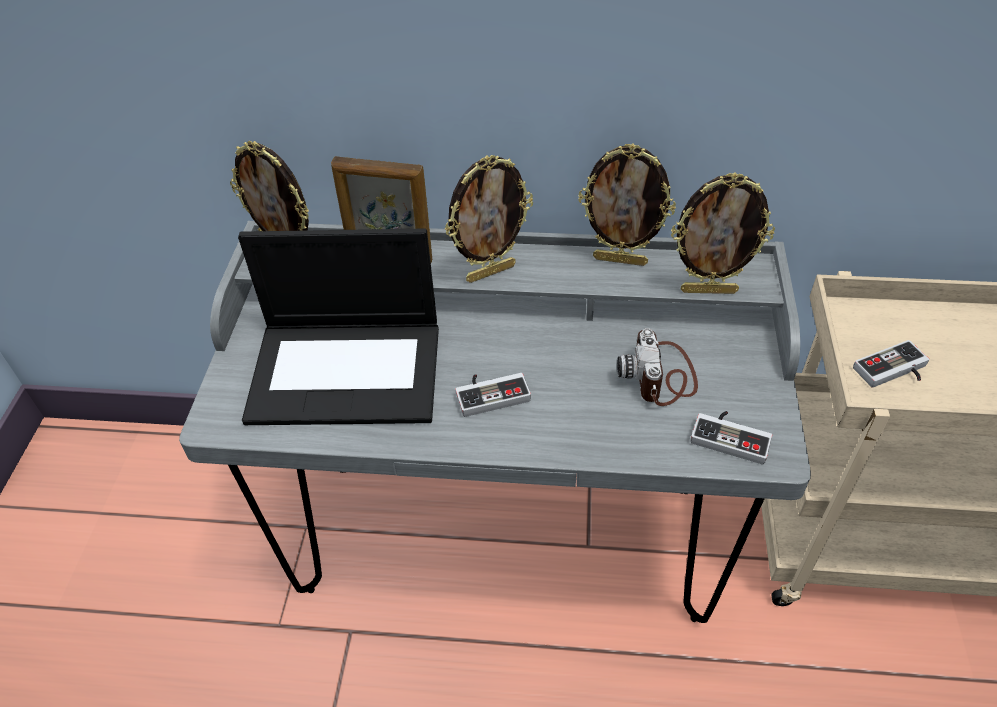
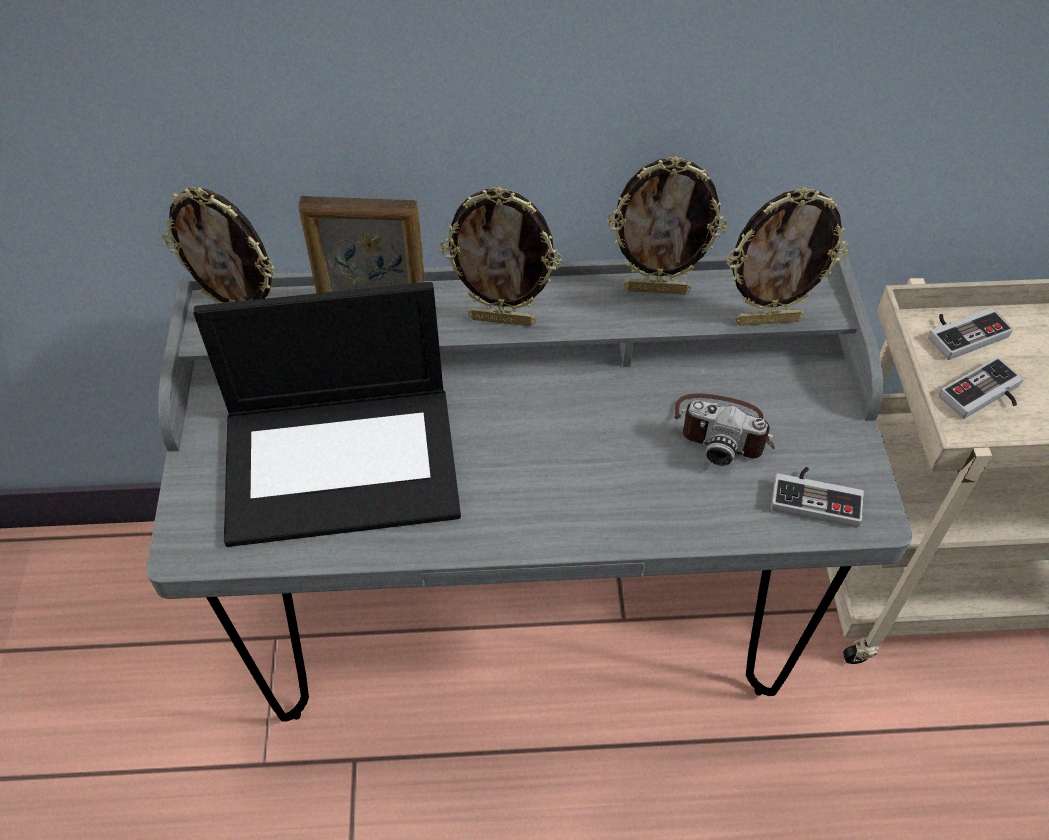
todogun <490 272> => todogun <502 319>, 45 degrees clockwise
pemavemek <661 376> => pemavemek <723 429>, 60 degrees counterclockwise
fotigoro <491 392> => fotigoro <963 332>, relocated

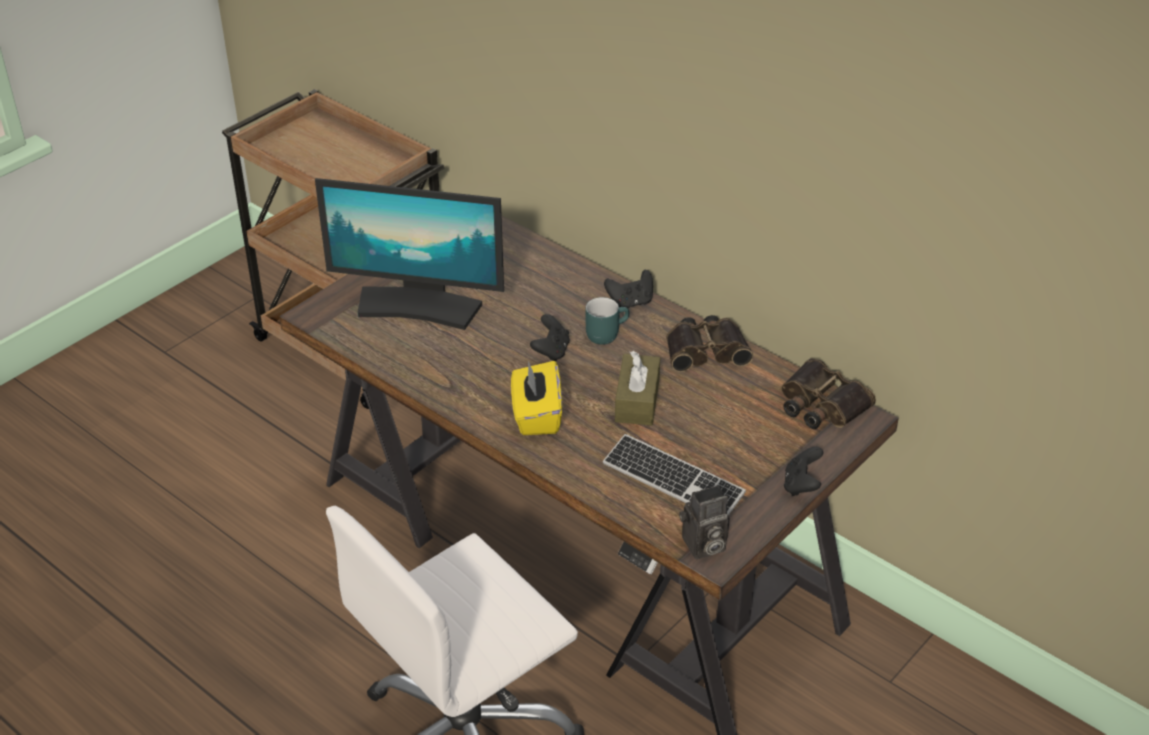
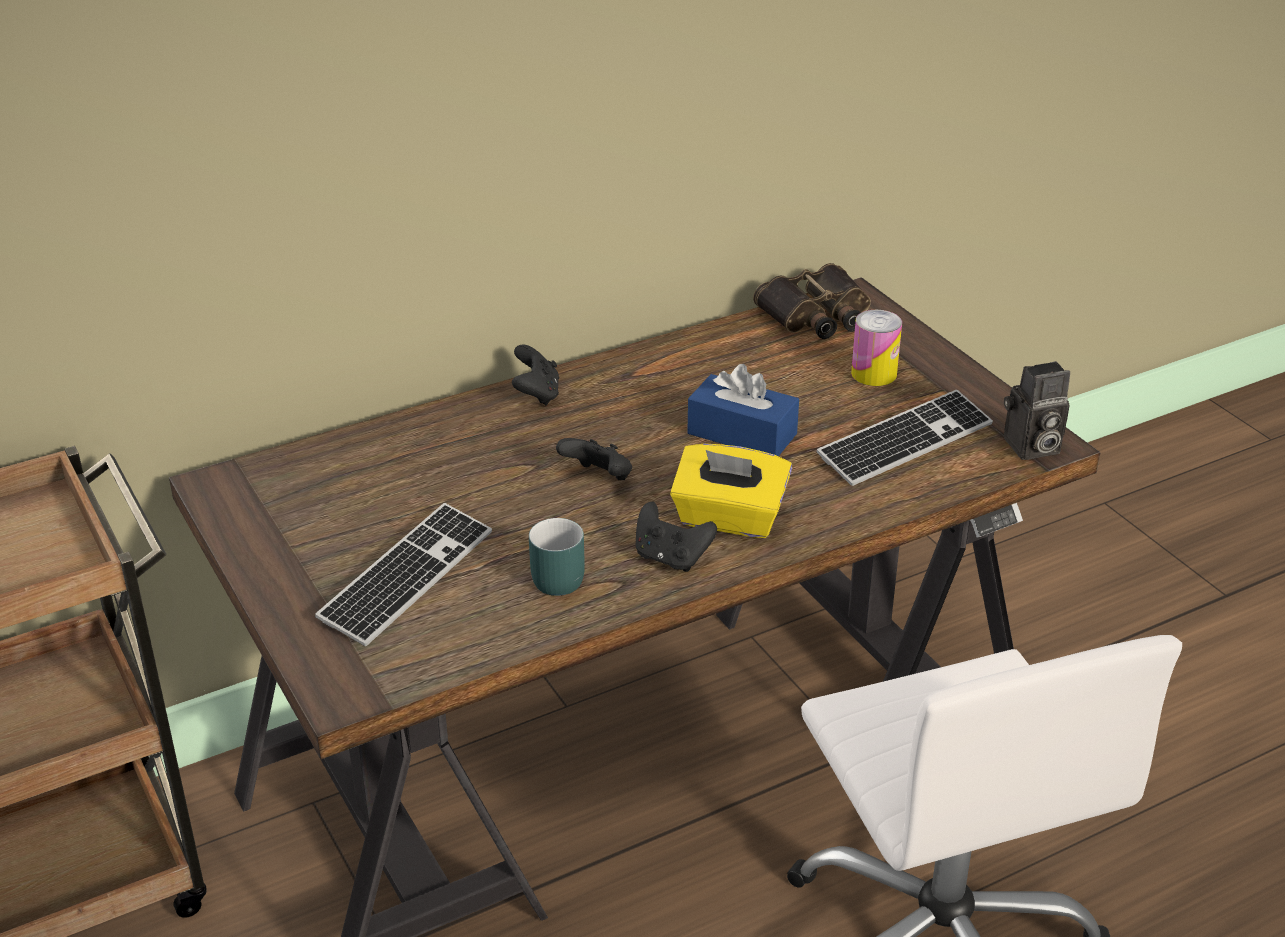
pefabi <418 306> => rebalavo <407 577>
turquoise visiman <605 333> => turquoise visiman <553 576>, relocated
black fotigoro <801 485> => black fotigoro <671 558>, relocated
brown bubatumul <637 400> => blue bubatumul <742 434>
nothing => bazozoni <874 373>
pemavemek <703 546> => pemavemek <1030 448>, 75 degrees clockwise
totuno <706 350> => nothing

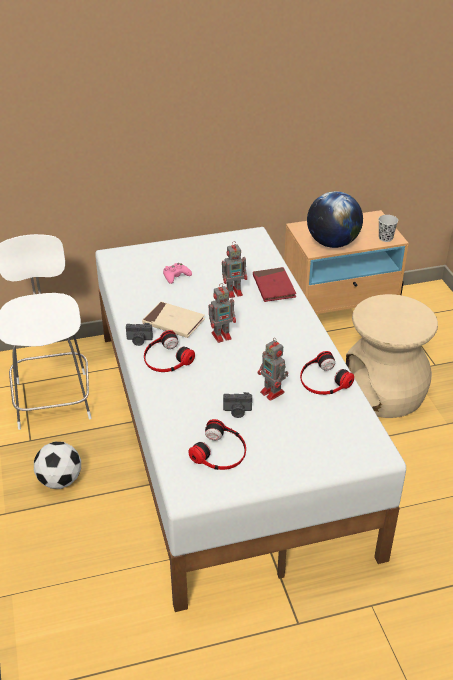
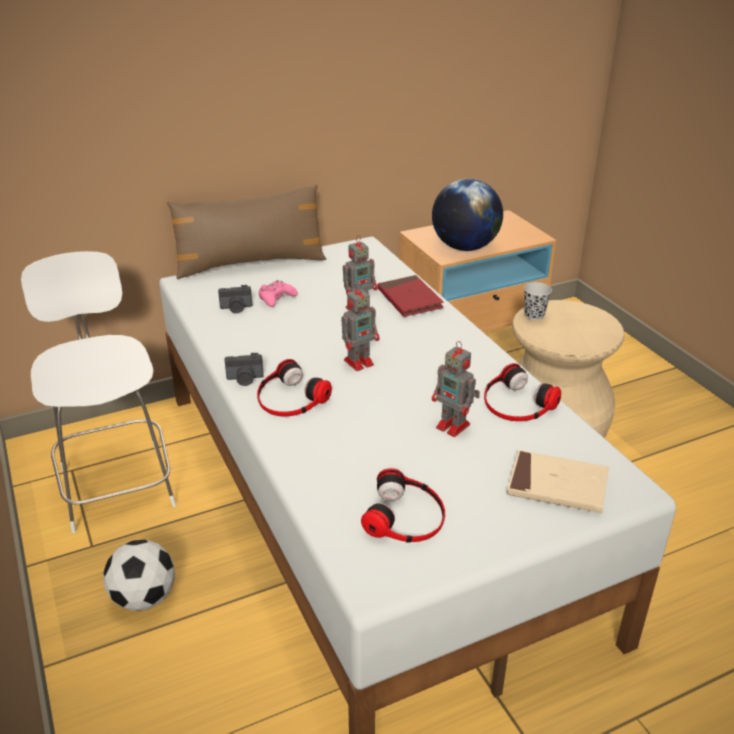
nothing => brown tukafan <250 263>
pemavemek <237 411> => pemavemek <236 308>, relocated
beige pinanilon <173 322> => beige pinanilon <557 485>, relocated
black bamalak <385 238> => black bamalak <534 315>, relocated

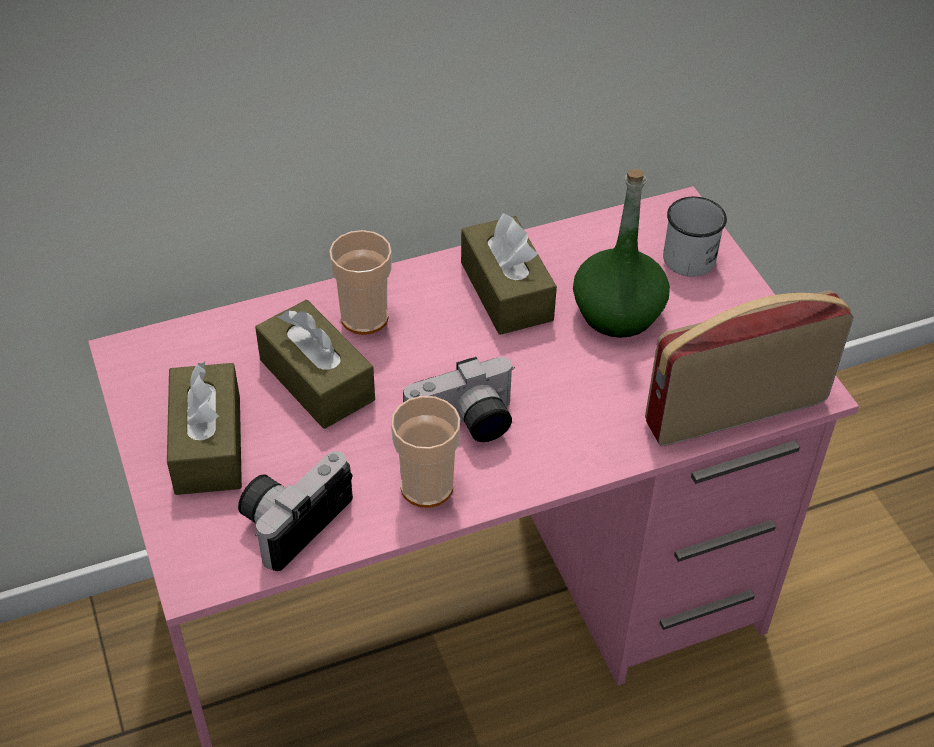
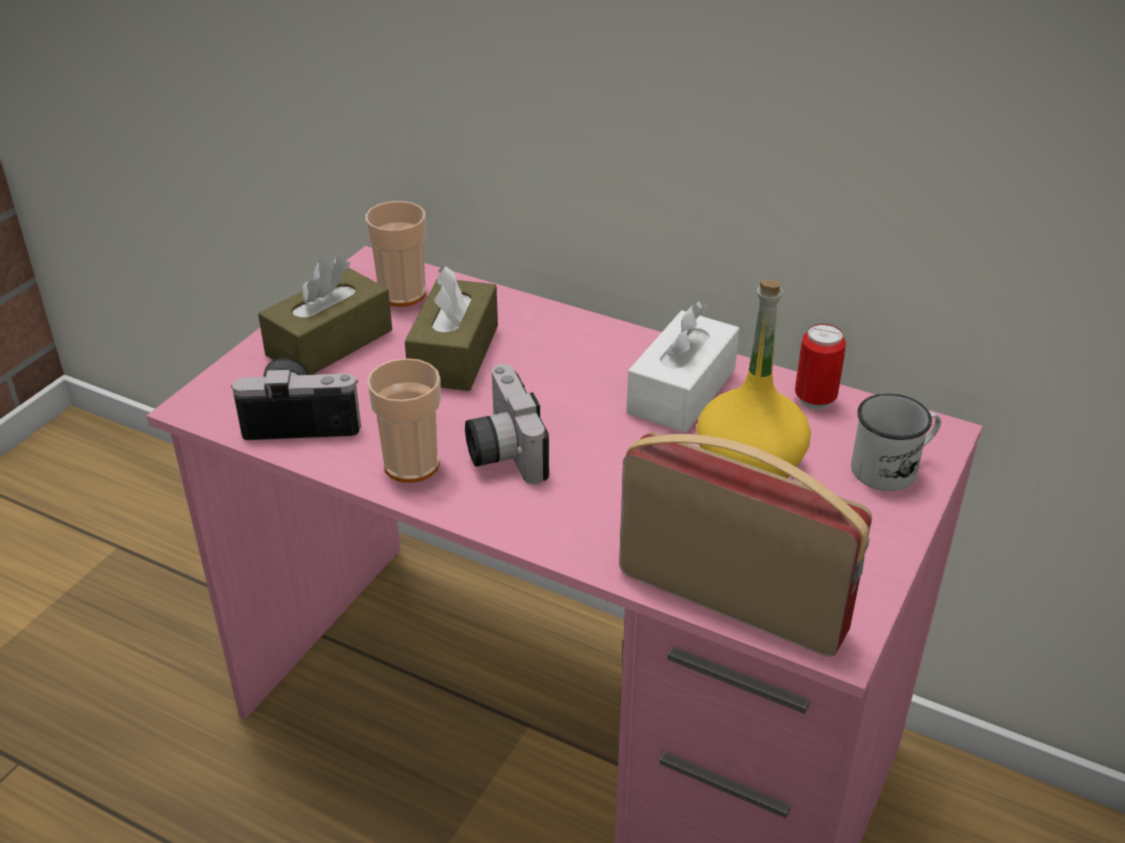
bamalak <364 317> => bamalak <402 294>, relocated
pemavemek <465 426> => pemavemek <501 450>, 45 degrees clockwise
brown bubatumul <506 291> => white bubatumul <681 391>
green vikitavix <617 312> => yellow vikitavix <749 463>
nothing => bazozoni <815 399>

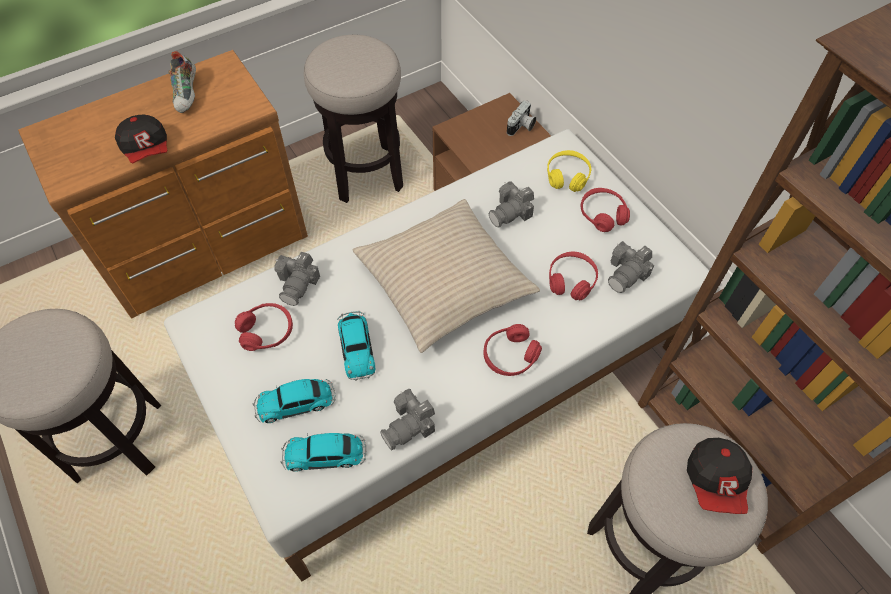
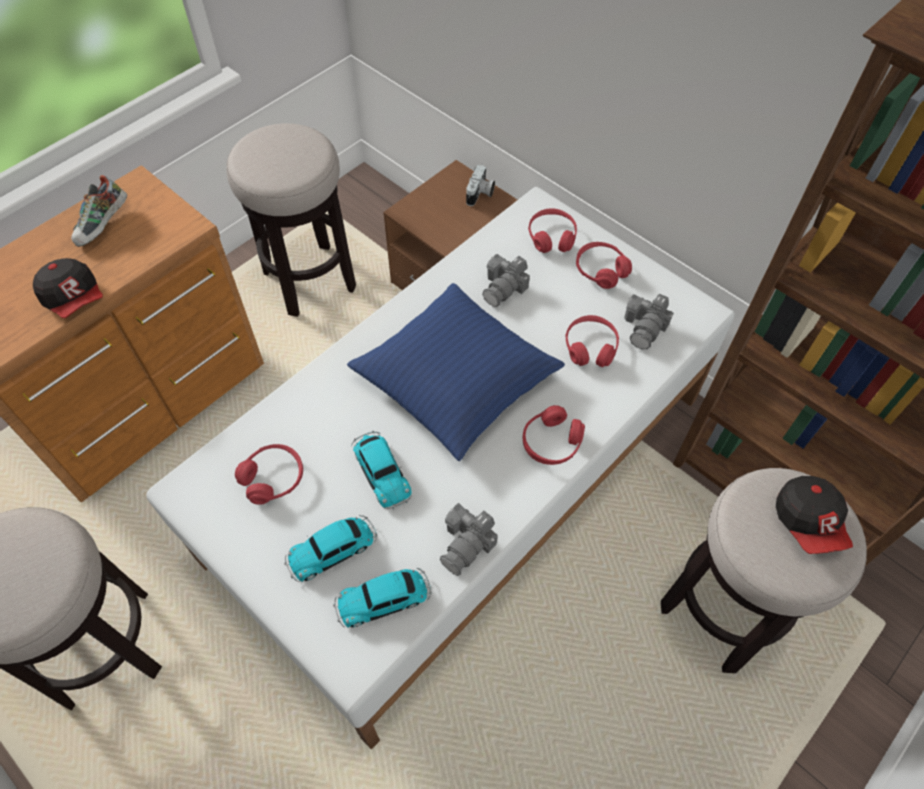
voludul <188 94> => voludul <104 226>, 45 degrees clockwise
beige tukafan <444 282> => blue tukafan <455 378>
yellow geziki <567 176> => red geziki <551 237>
pemavemek <298 283> => nothing

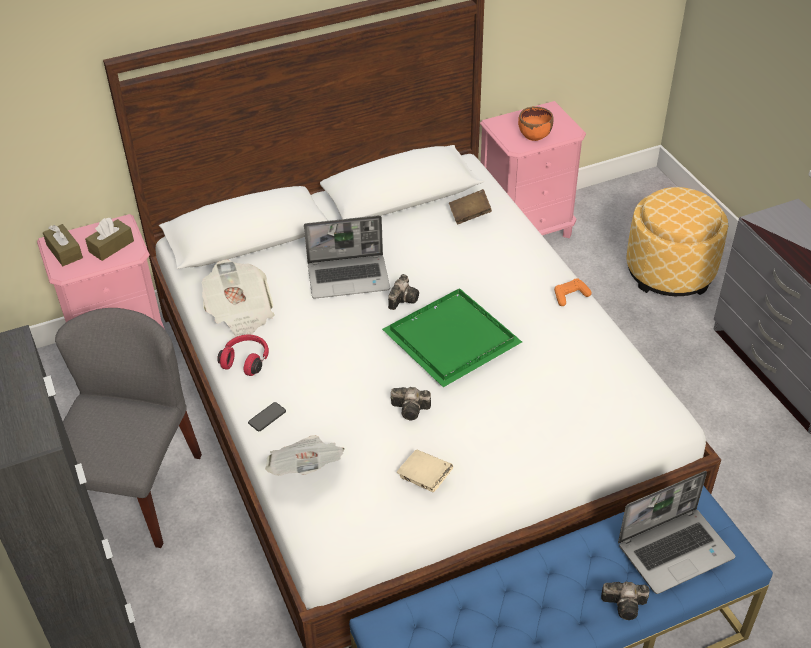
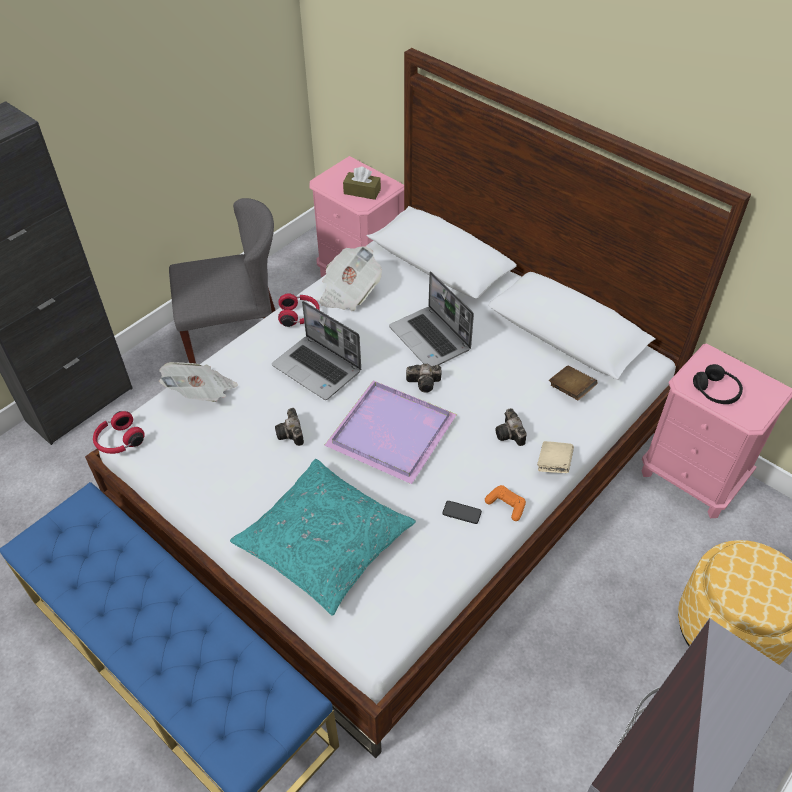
nothing => red geziki <119 441>
nothing => turquoise tukafan <324 542>
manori <675 550> => manori <318 369>, relocated
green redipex <451 337> => purple redipex <394 432>
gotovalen <267 417> => gotovalen <462 512>, relocated
pemavemek <626 605> => pemavemek <510 435>, relocated
beige pinanilon <424 478> => beige pinanilon <553 464>, relocated
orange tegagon <534 135> => black geziki <716 391>
brown bubatumul <64 251> => nothing

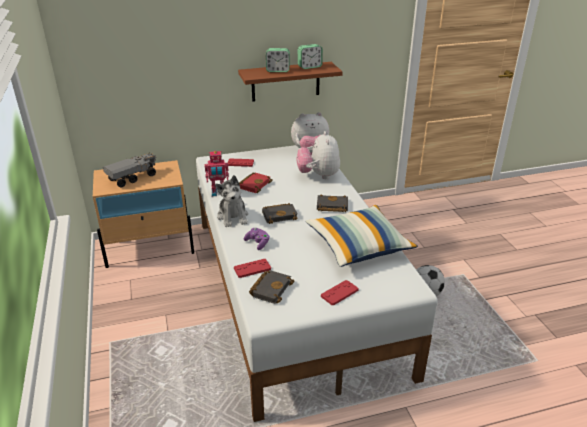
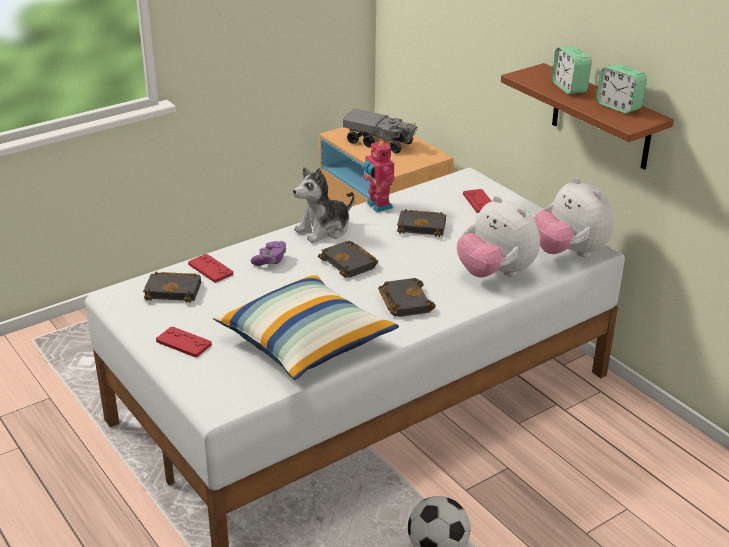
red pinanilon <254 184> => black pinanilon <423 226>
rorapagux <318 175> => rorapagux <495 273>, 105 degrees counterclockwise

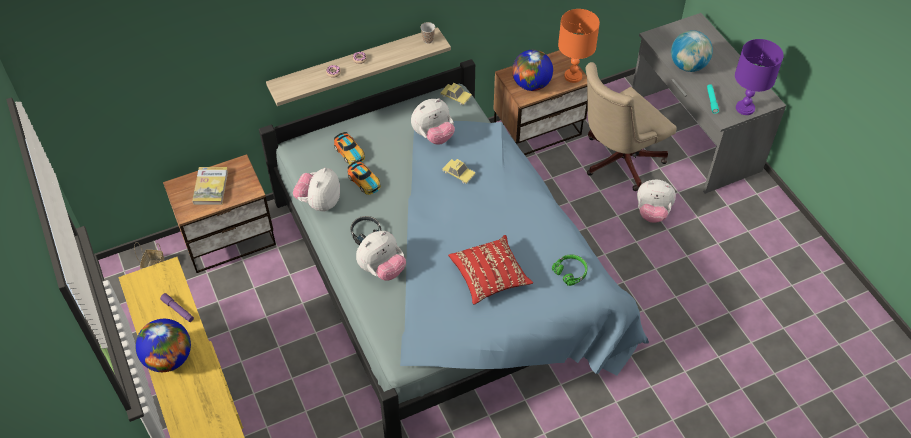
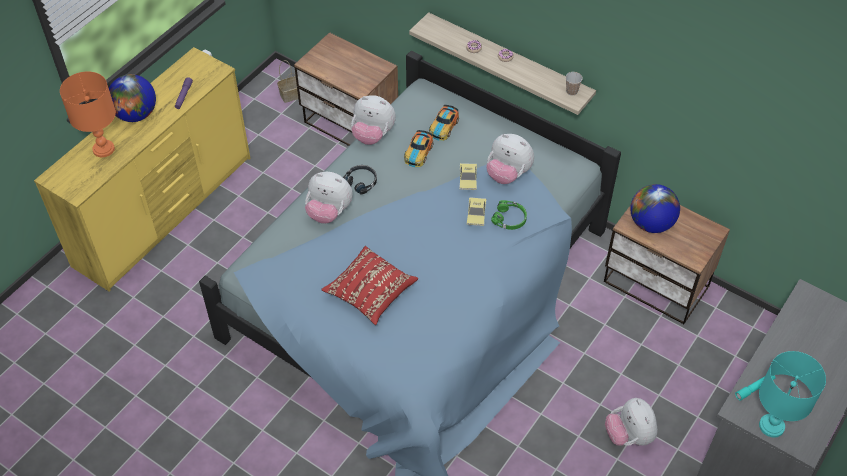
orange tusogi <573 76> => orange tusogi <104 149>, relocated
rorapagux <319 202> => rorapagux <373 135>, 150 degrees counterclockwise
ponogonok <456 96> => ponogonok <468 179>, relocated
green geziki <571 271> => green geziki <510 219>, relocated
purple tusogi <744 108> => turquoise tusogi <771 426>
pinanilon <211 187> => nothing
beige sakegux <617 161> => nothing
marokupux <688 66> => nothing

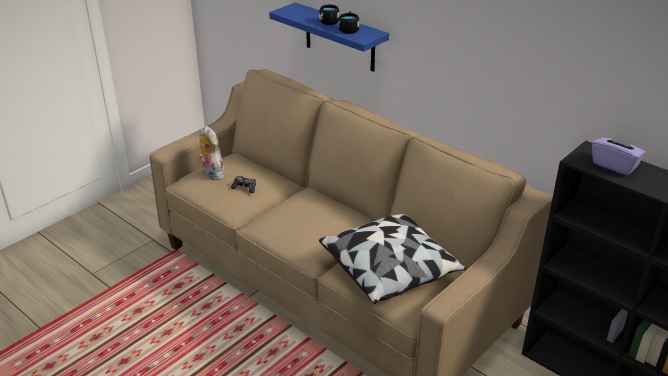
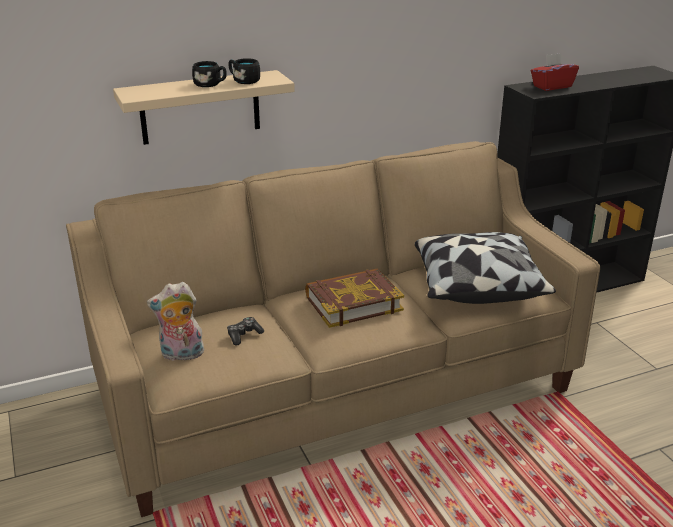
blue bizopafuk <340 38> => beige bizopafuk <200 107>
nothing => pinanilon <353 303>
purple bubatumul <615 165> => red bubatumul <552 86>

